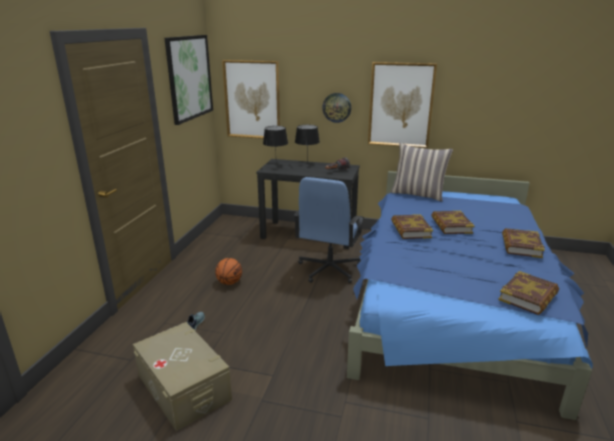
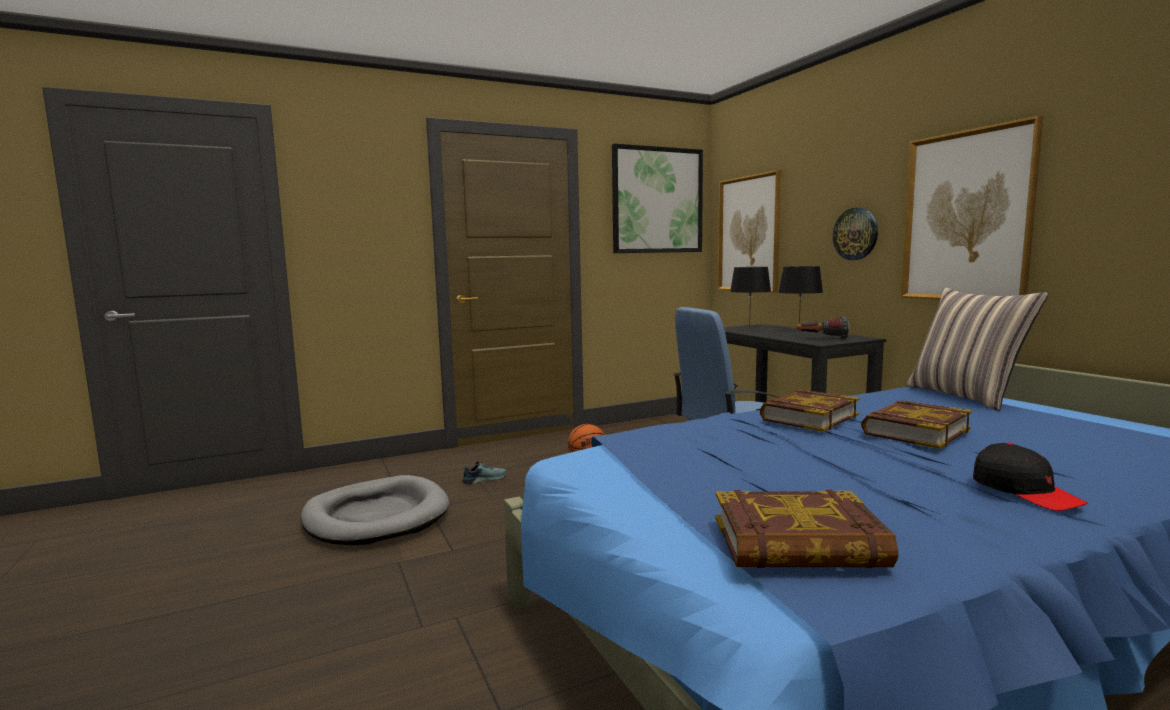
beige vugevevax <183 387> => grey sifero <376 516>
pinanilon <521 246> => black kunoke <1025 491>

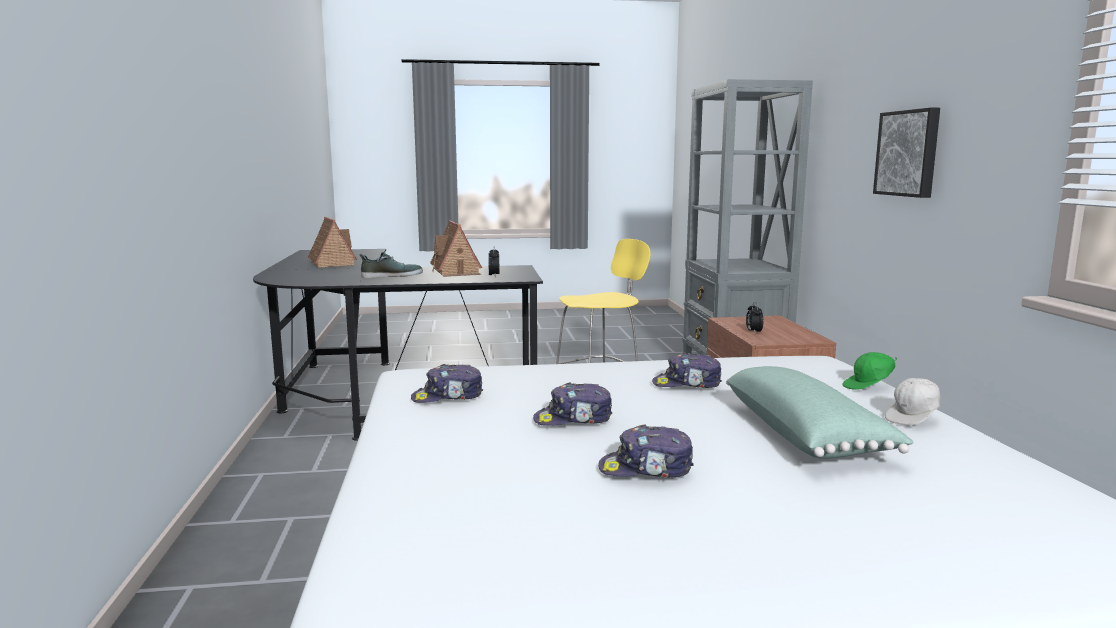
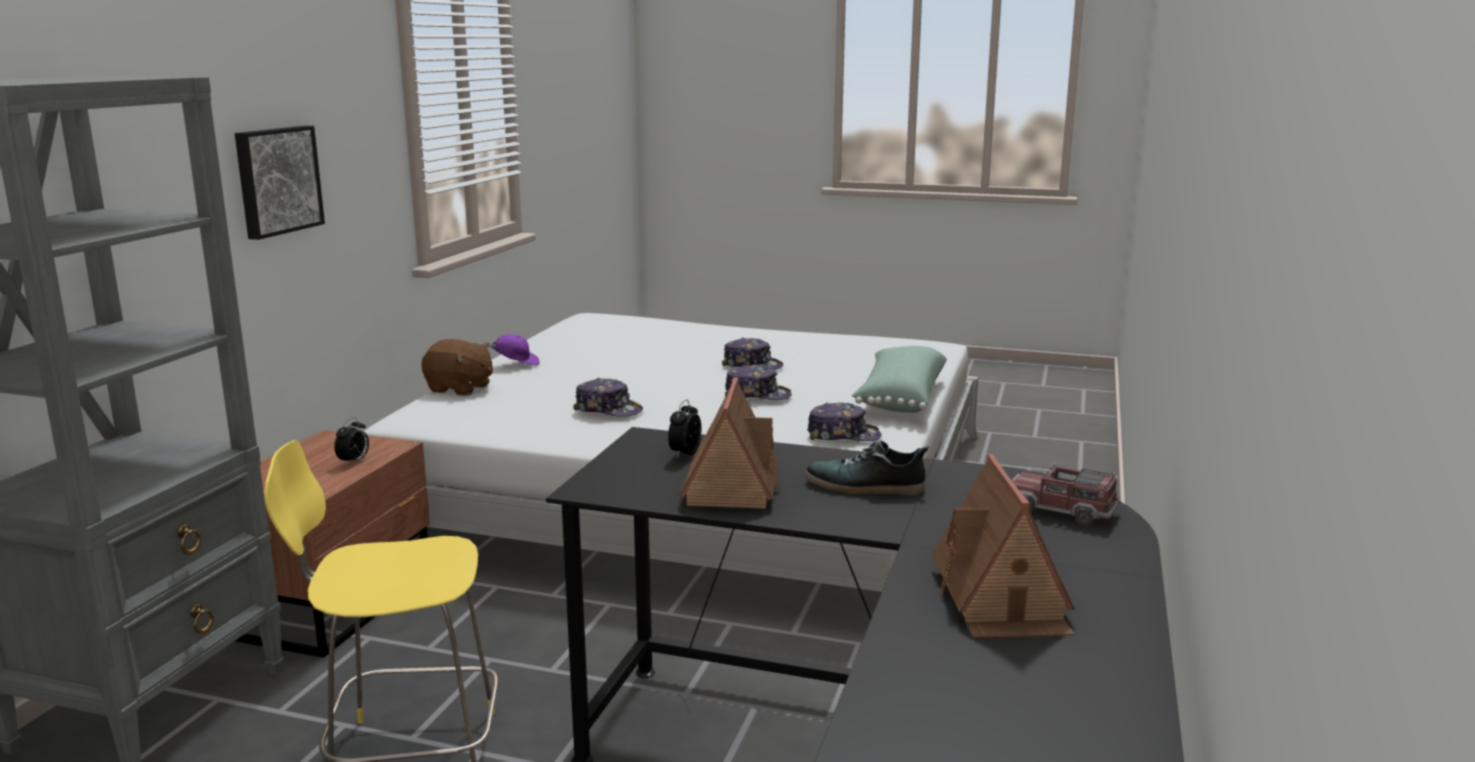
green kunoke <869 386> => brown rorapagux <459 388>
white kunoke <913 418> => purple kunoke <516 363>
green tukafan <806 435> => green tukafan <899 398>, relocated
nothing => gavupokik <1061 511>

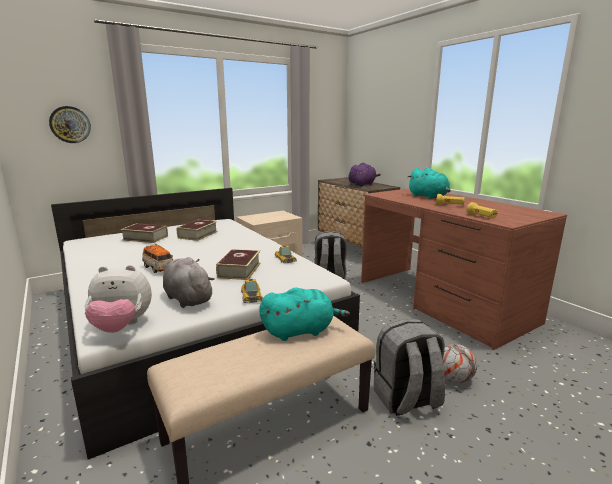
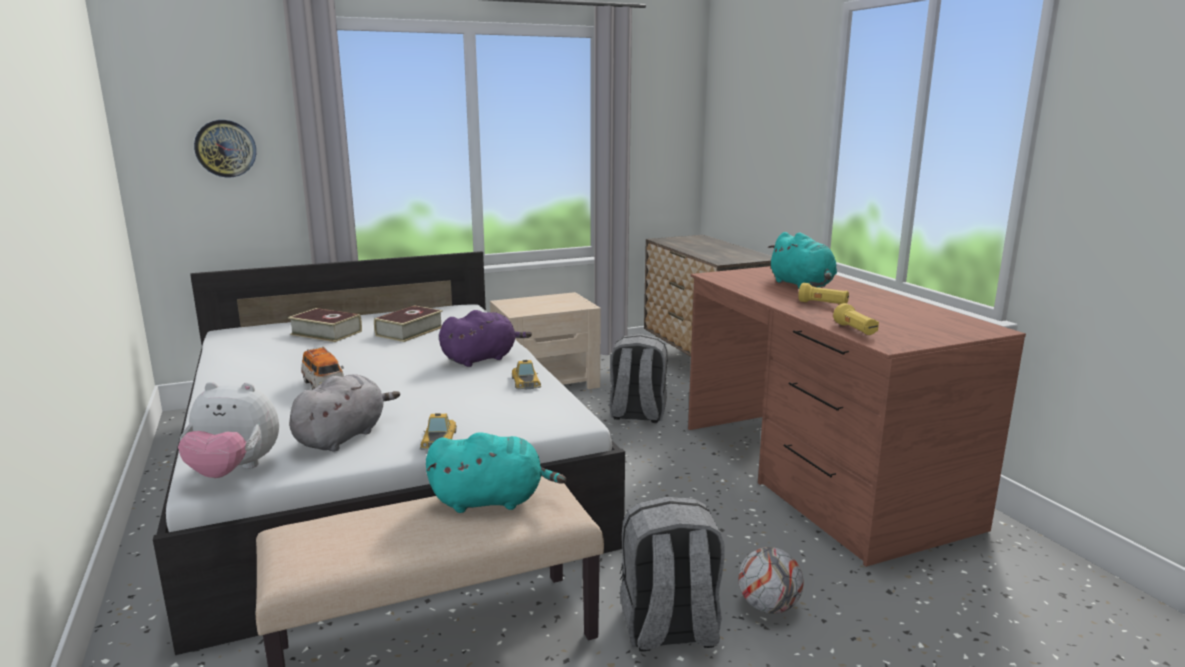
grey rorapagux <187 298> => grey rorapagux <343 436>, 60 degrees clockwise
purple rorapagux <362 184> => purple rorapagux <482 359>, relocated
pinanilon <239 270> => nothing

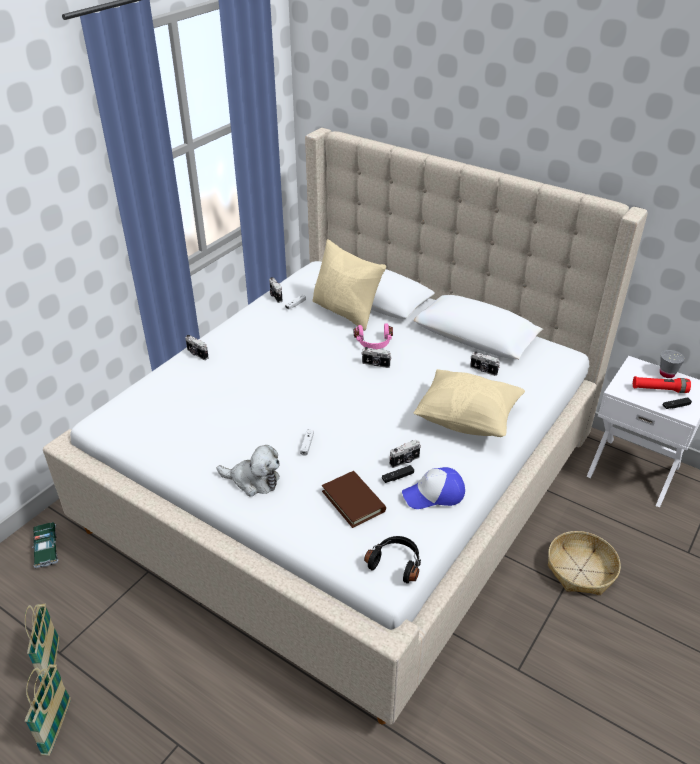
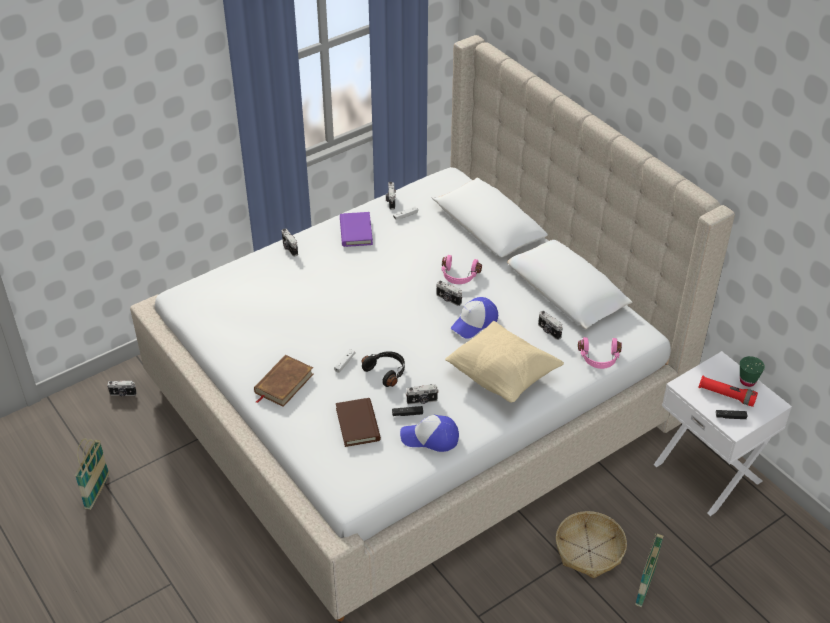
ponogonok <46 548> => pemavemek <123 394>
rorapagux <253 480> => brown pinanilon <283 383>
nothing => purple pinanilon <356 231>
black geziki <396 563> => black geziki <386 372>, relocated
nothing => kunoke <475 322>
nothing => pink geziki <599 359>
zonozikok <57 727> => zonozikok <645 587>, relocated
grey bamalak <667 374> => green bamalak <747 381>
beige tukafan <346 312> => nothing

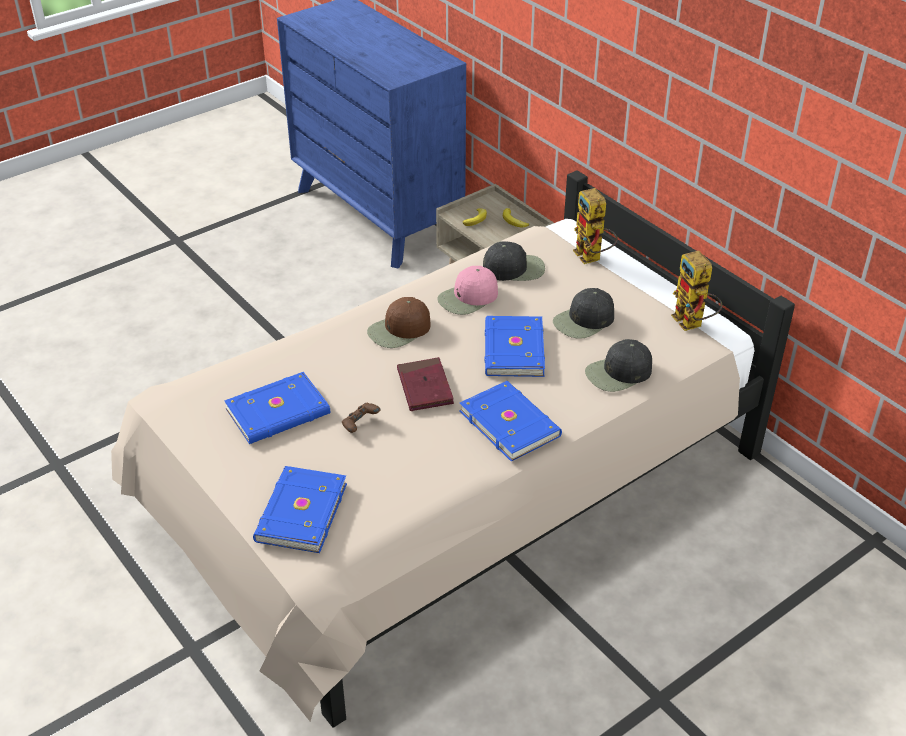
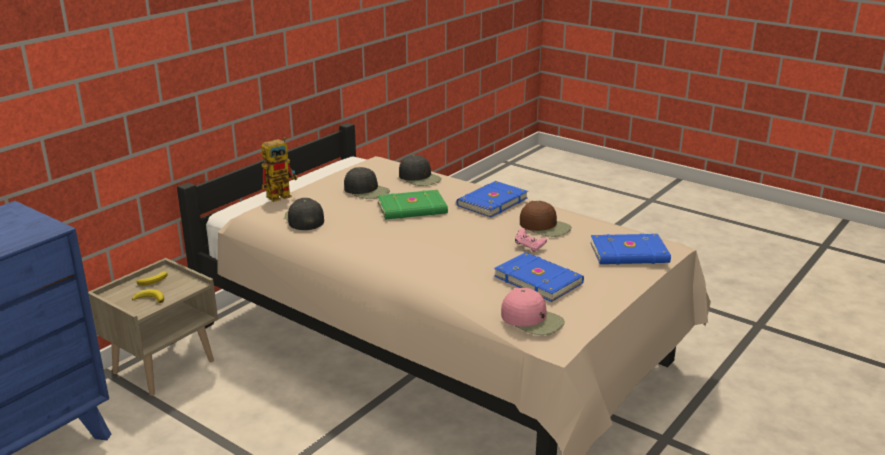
blue pinanilon <512 350> => green pinanilon <413 209>
pink kunoke <468 298> => pink kunoke <532 320>, relocated
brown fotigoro <360 425> => pink fotigoro <529 247>
brown kunoke <399 330> => brown kunoke <545 226>, relocated
red pinanilon <425 387> => nothing
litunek <692 324> => nothing

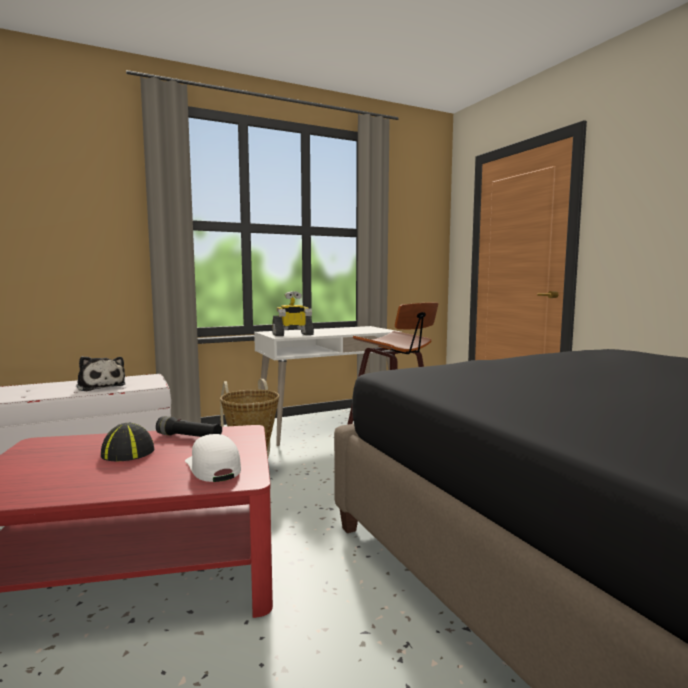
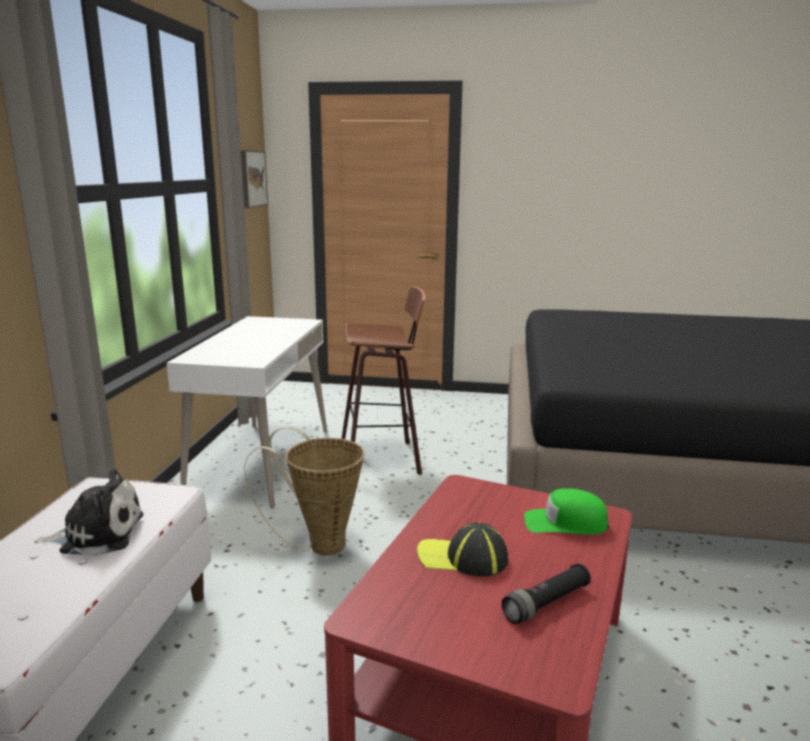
nothing => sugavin <251 178>
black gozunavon <189 437> => black gozunavon <546 603>, relocated
white kunoke <213 467> => green kunoke <565 523>
litunek <292 334> => nothing

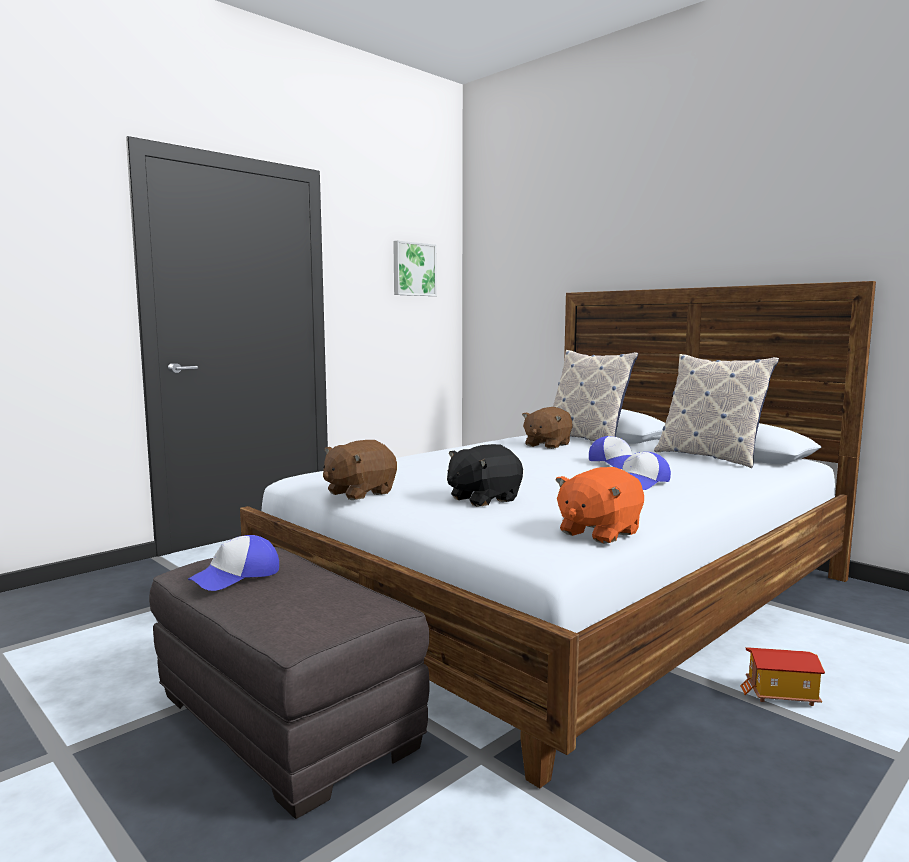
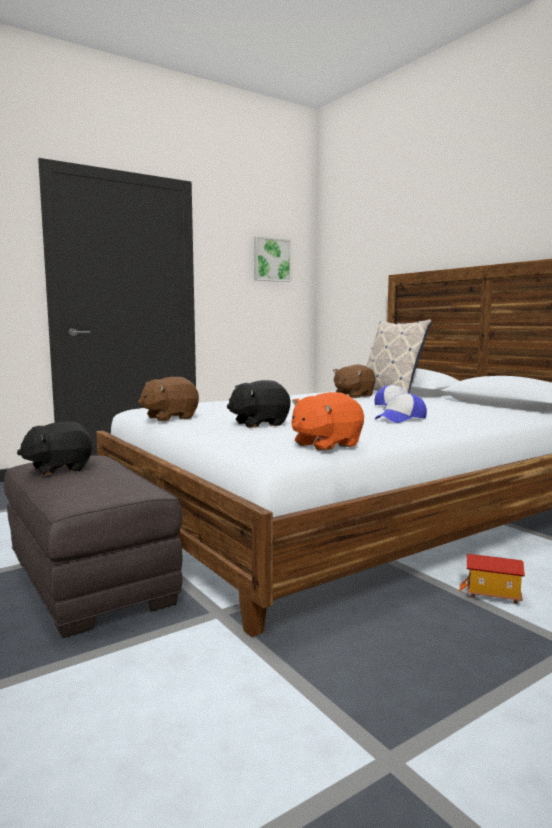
kunoke <237 576> => black rorapagux <58 469>
tukafan <710 457> => nothing

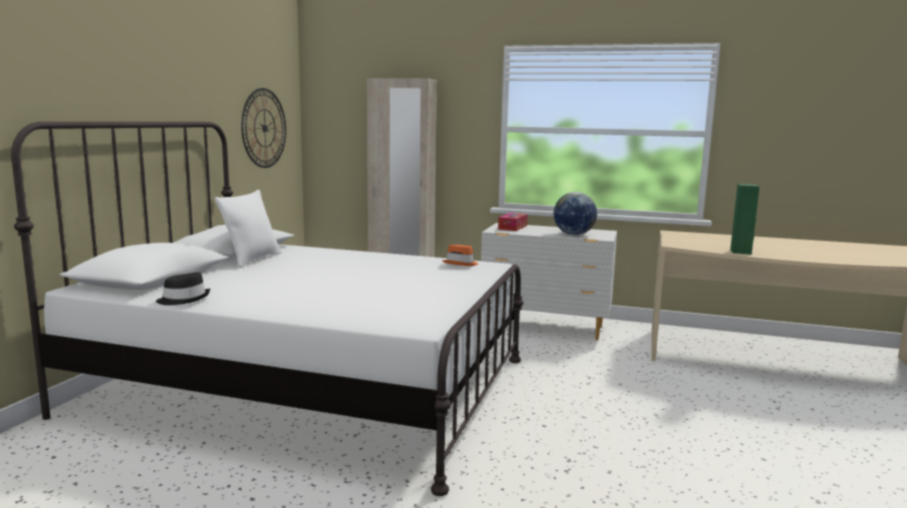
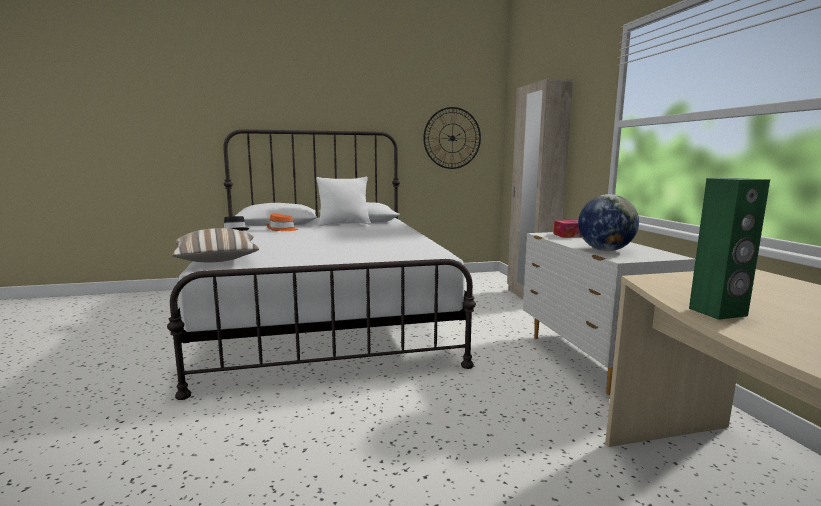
nothing => tukafan <217 261>
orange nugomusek <461 264> => orange nugomusek <282 229>, relocated

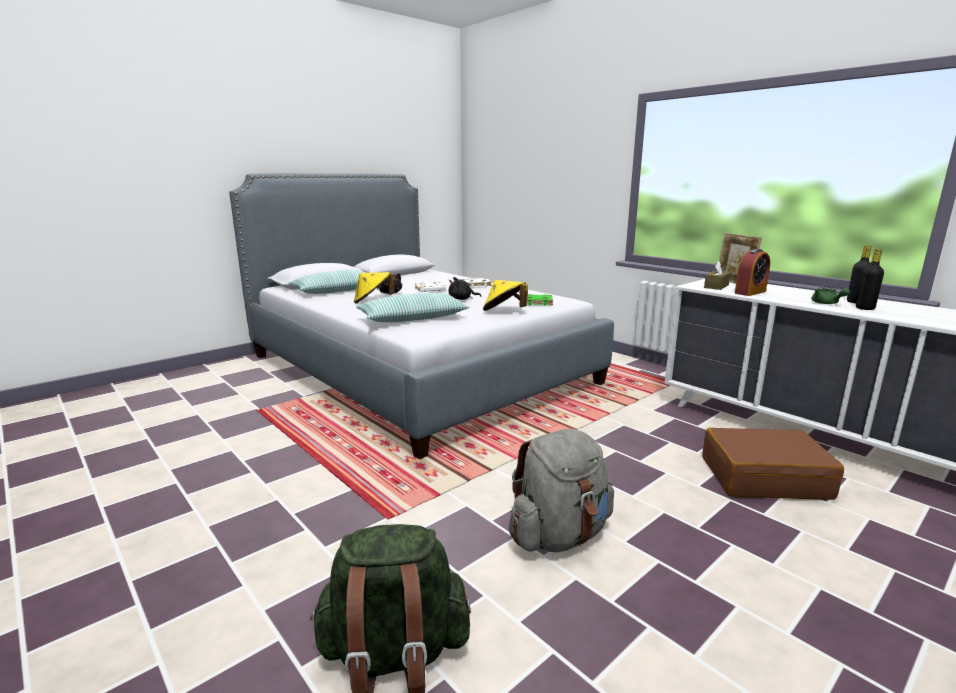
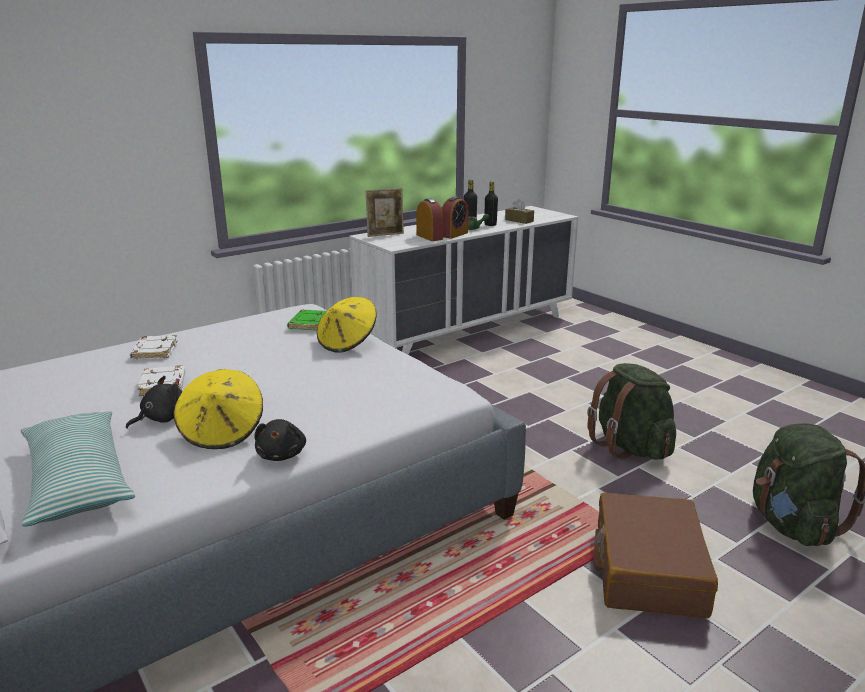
black rorapagux <462 299> => black rorapagux <282 454>, relocated
nothing => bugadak <454 234>
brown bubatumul <716 286> => brown bubatumul <519 220>, relocated
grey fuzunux <559 535> => green fuzunux <630 447>
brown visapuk <764 477> => brown visapuk <647 569>, relocated
tukafan <413 319> => nothing

